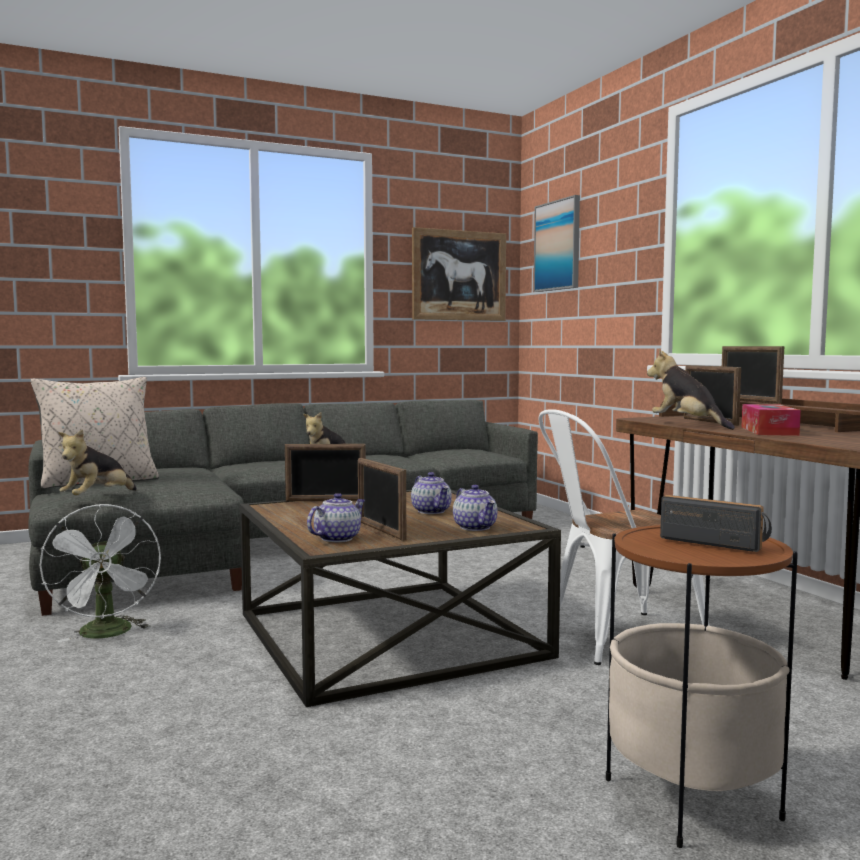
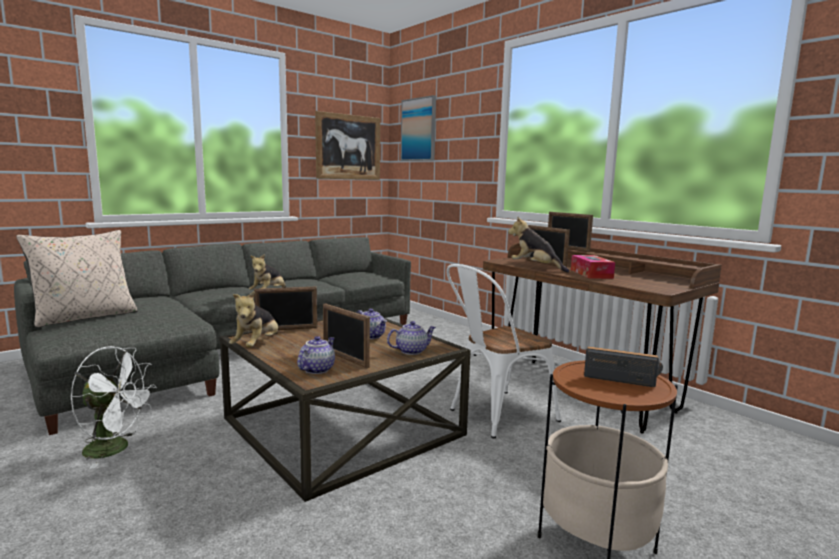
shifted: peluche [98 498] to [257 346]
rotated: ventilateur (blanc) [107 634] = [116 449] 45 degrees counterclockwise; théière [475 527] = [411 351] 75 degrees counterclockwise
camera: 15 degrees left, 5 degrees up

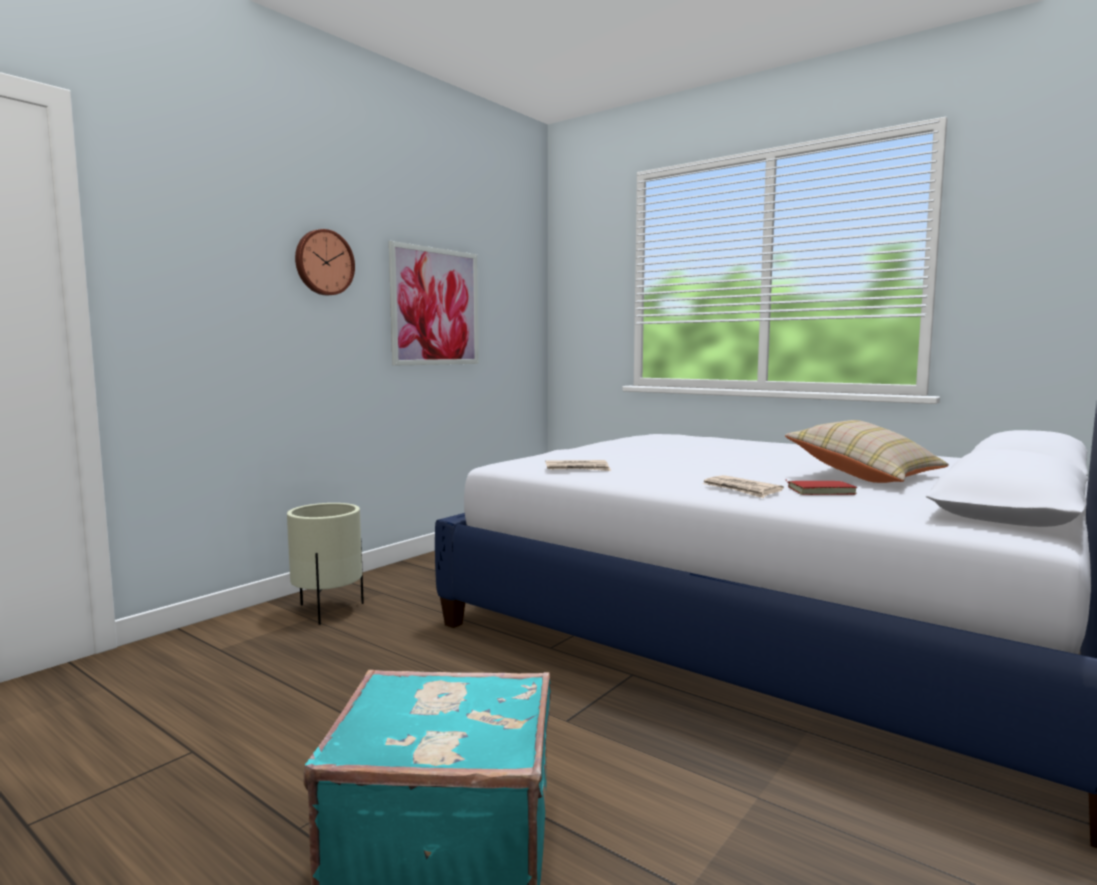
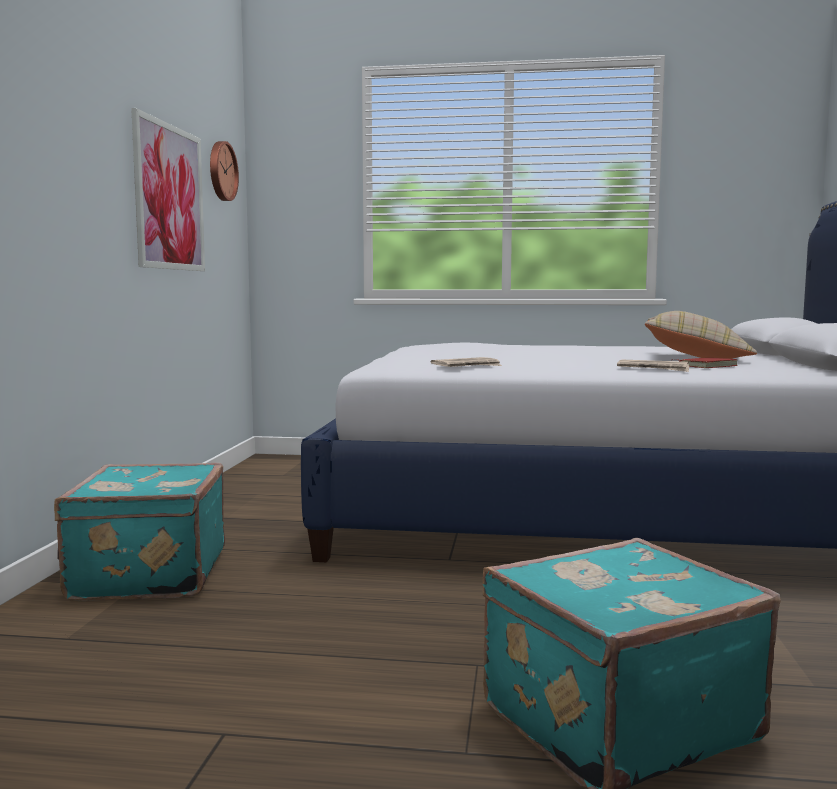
shifted: horloge murale [323 262] to [221 171]
swapped: cache-pot (beige) [328 610] to valise (turquoise) [146 575]
camera: 30 degrees left, 0 degrees up

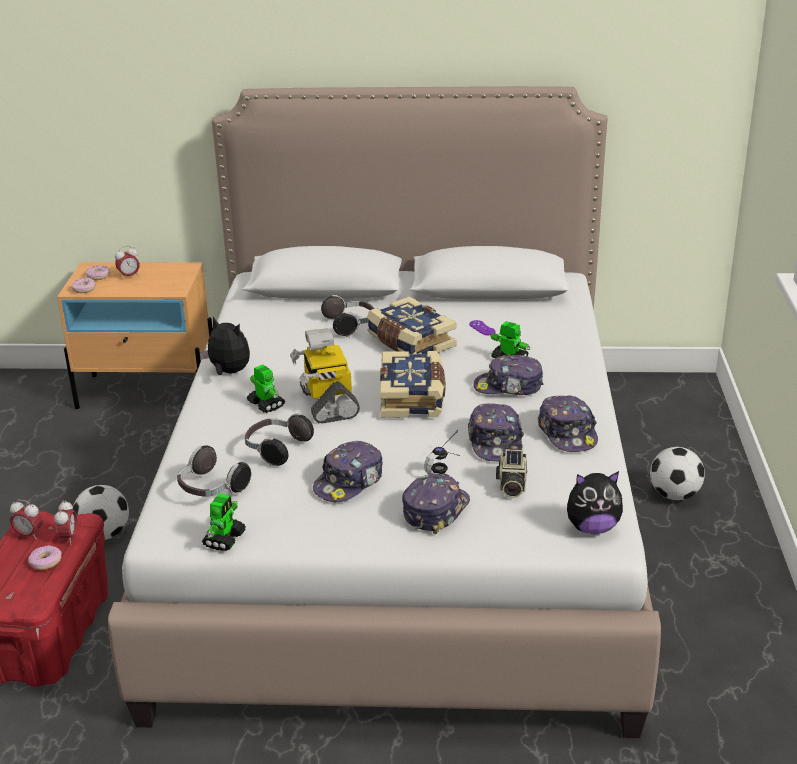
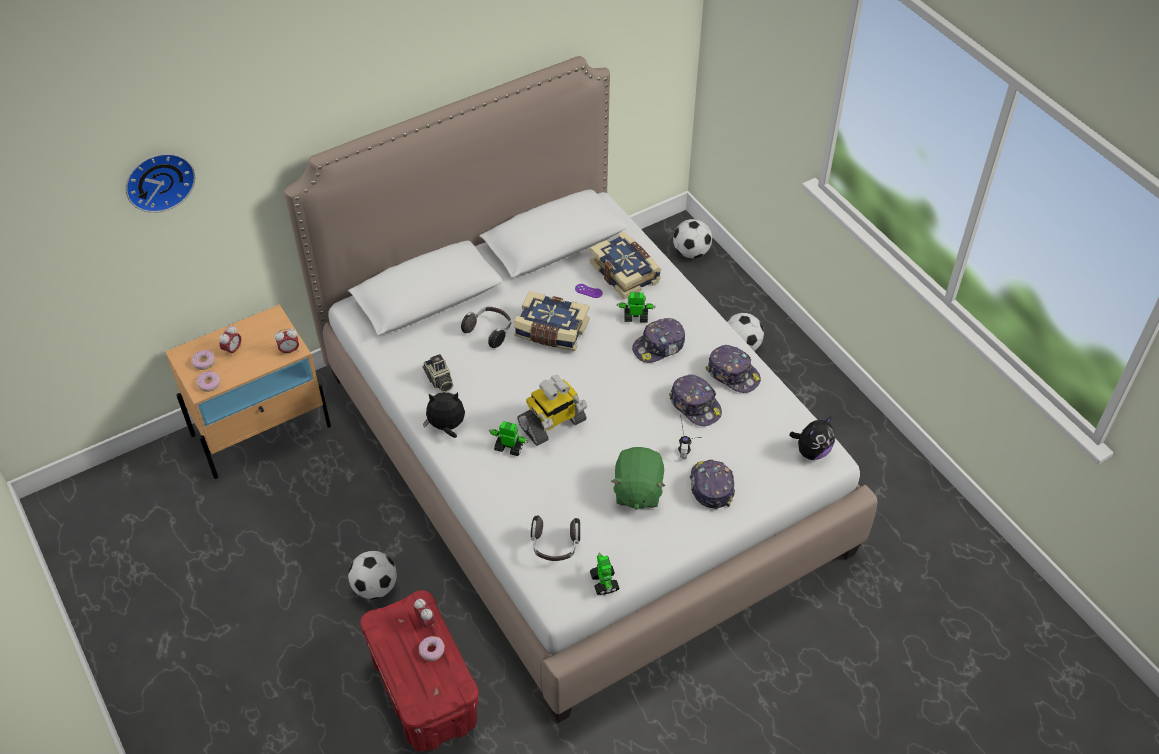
gone: casque audio [276 449]
new: horloge murale [158 179]; ballon de foot [691 252]
shifted: réveil [29 535] to [289 350]; livre [413 398] to [626 272]; appareil photo [511 485] to [439 381]
swapped: casquette [349 482] to peluche (vert) [637 491]
rotated: robot jouet [327 403] = [552 424] 75 degrees counterclockwise
camera: 35 degrees left, 20 degrees up

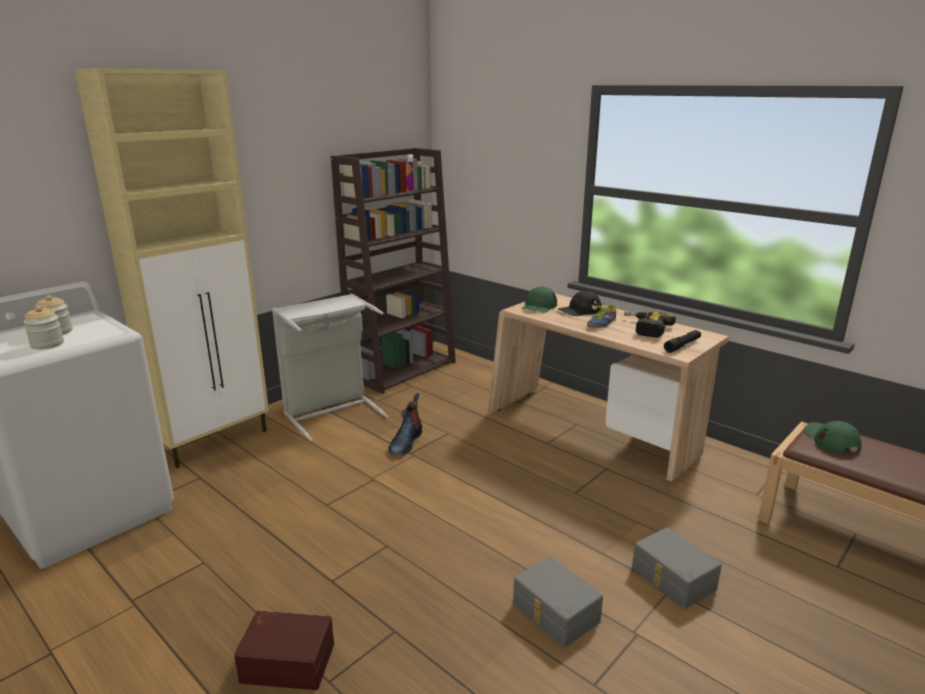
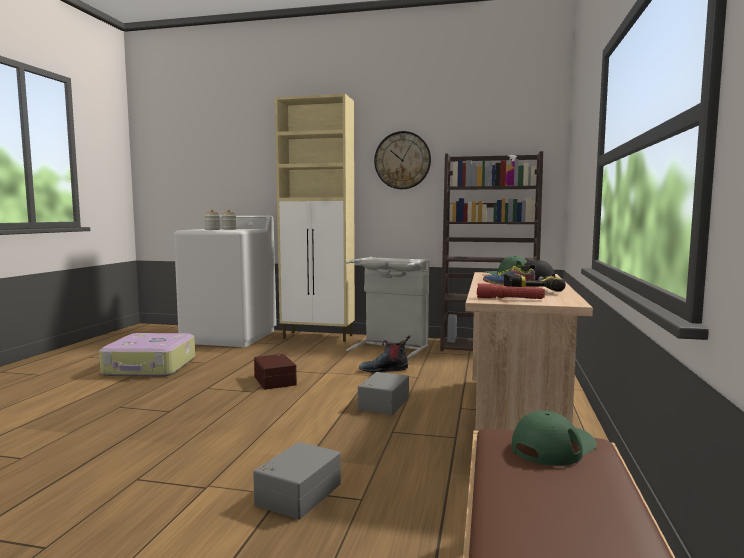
new: valise [150 367]; horloge murale [402 160]
shifted: boîte de rangement (marron) [288 660] to [276 380]; boîte de rangement (gris) [554 613] to [382 403]
repainted: lampe de poche (noir) [682 345] to lampe de poche (rouge) [510 299]
camera: 60 degrees right, 15 degrees down

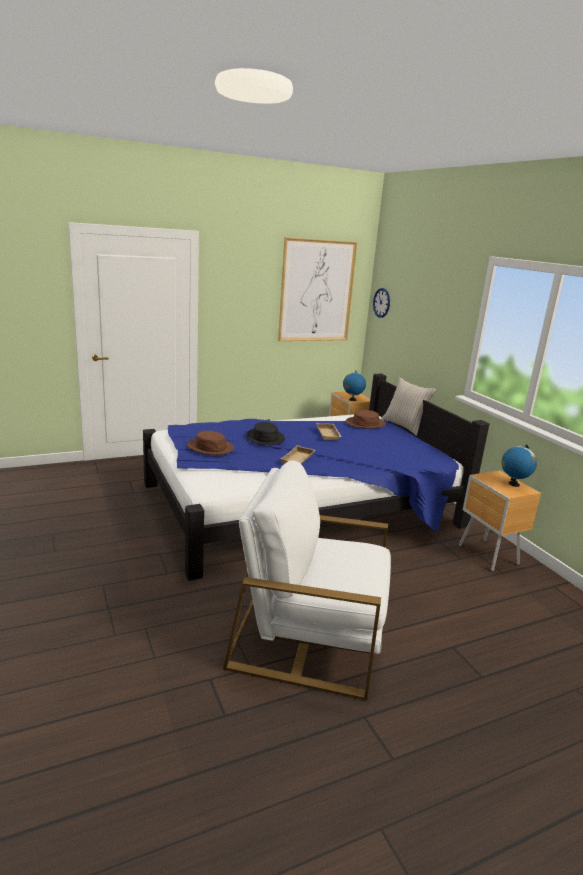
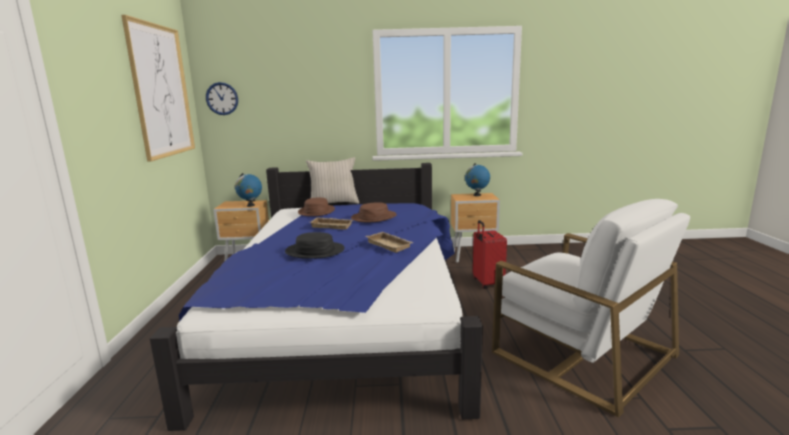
new: valise (rouge) [487 283]
shifted: chapeau (marron) [210 447] to [373 217]
rotated: fauteuil (blanc) [309 634] = [581 353] 75 degrees counterclockwise
camera: 65 degrees left, 5 degrees down

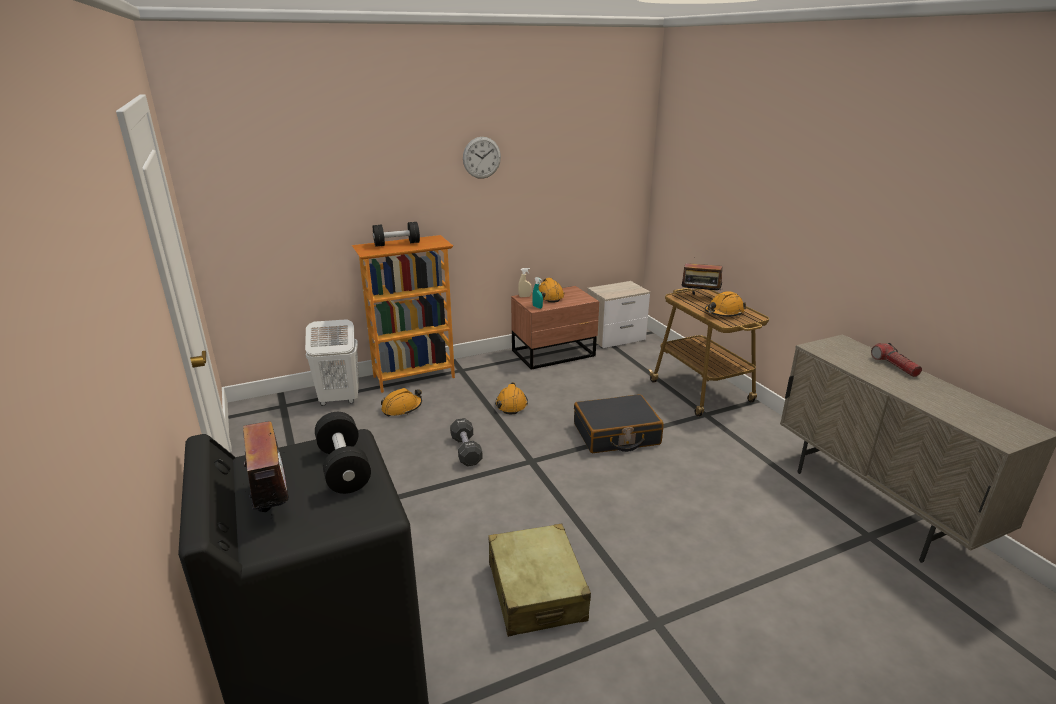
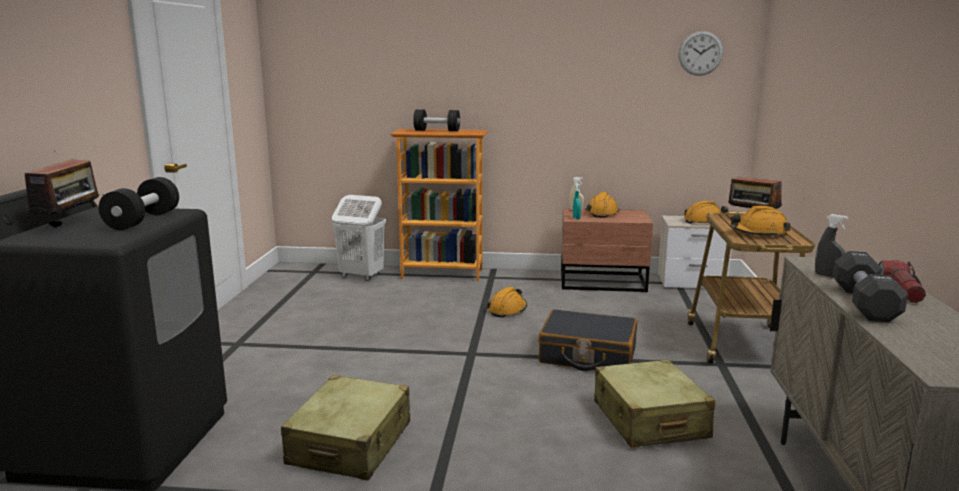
new: valise (beige) [649 420]; vaporisateur (gris) [827 276]
shifted: casque de chantier (orange) [402 408] to [705 221]; haltère (noir) [466 450] to [864 303]; horloge murale [481 157] to [700 53]
camera: 30 degrees right, 10 degrees down

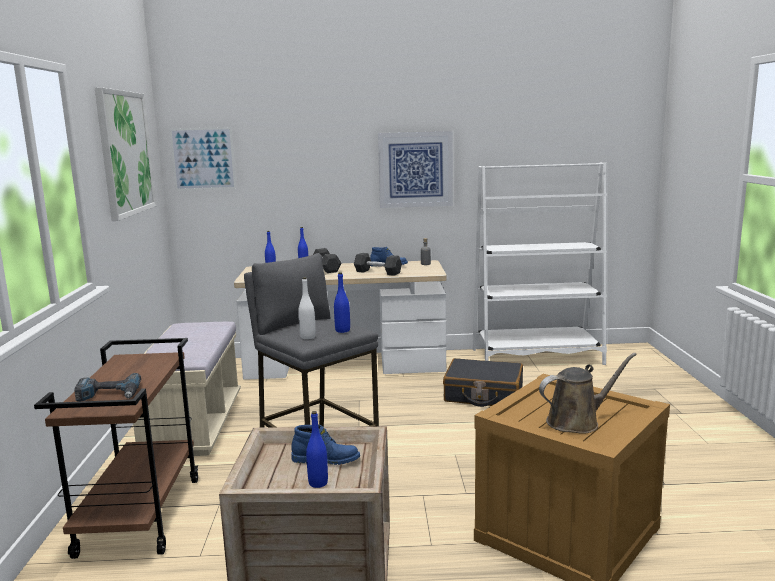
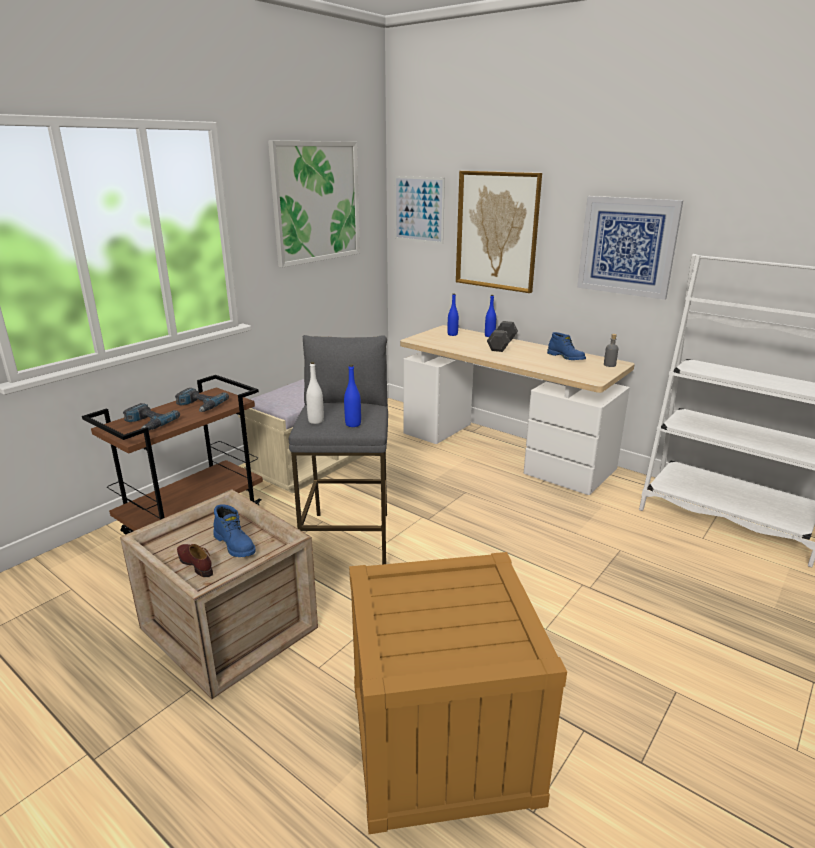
gone: haltère (gris) [377 272]; valise (noir) [483 395]; arrosoir (marron) [577 422]
new: perceuse [199 405]; tableau [497 231]
swapped: bouteille (bleu) [318 483] to chaussure (marron) [195 563]
camera: 40 degrees right, 10 degrees up

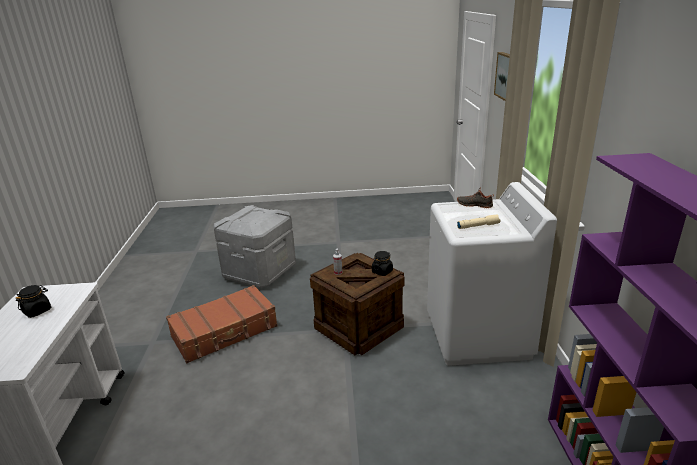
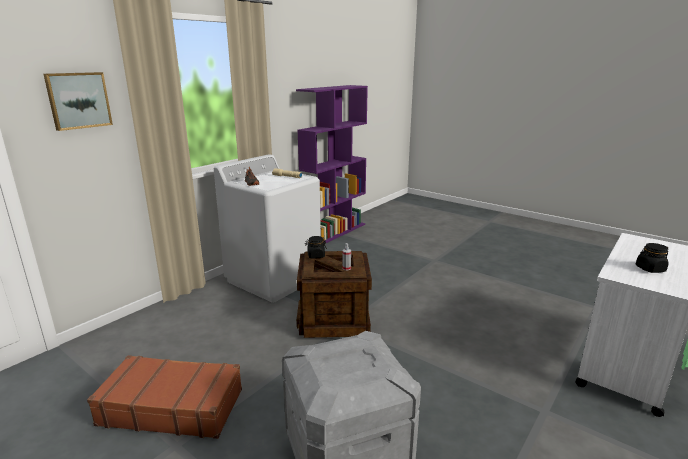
shifted: valise (marron) [225 332] to [172 406]
camera: 140 degrees left, 5 degrees down

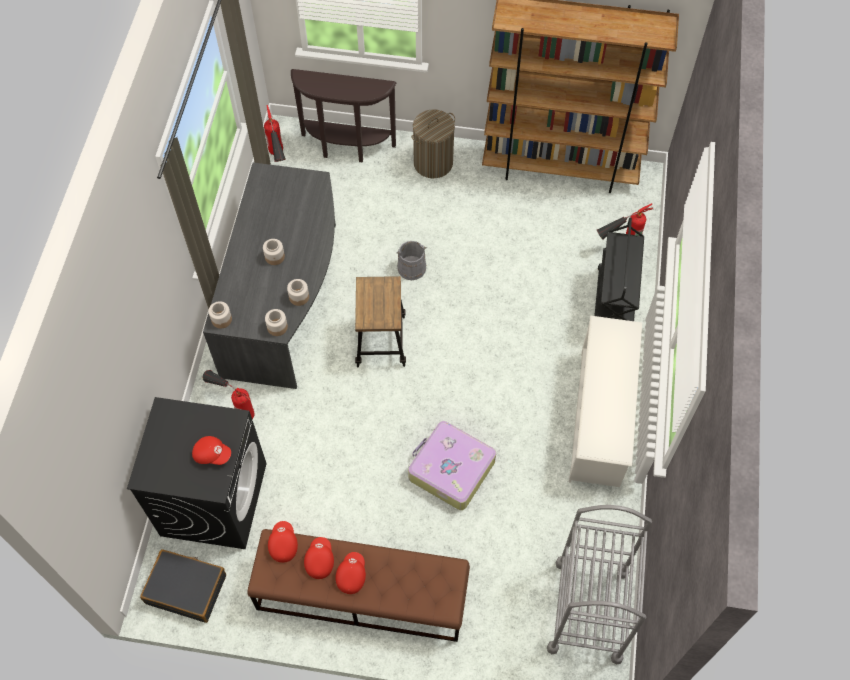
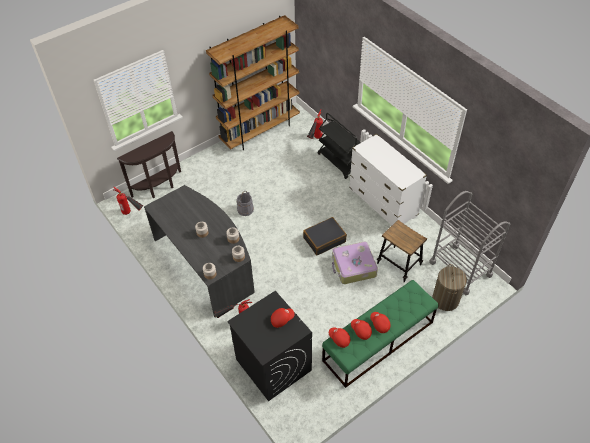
shifted: valise (noir) [186 588] to [324 239]; tabouret [381 342] to [399 264]; panier à linge [433 163] to [445 299]
swapped: étagère à chaussures (blanc) [600 418] to commode (blanc) [383 203]
repainted: banc (marron) [361 595] to banc (vert) [378 341]
camera: 45 degrees left, 10 degrees down

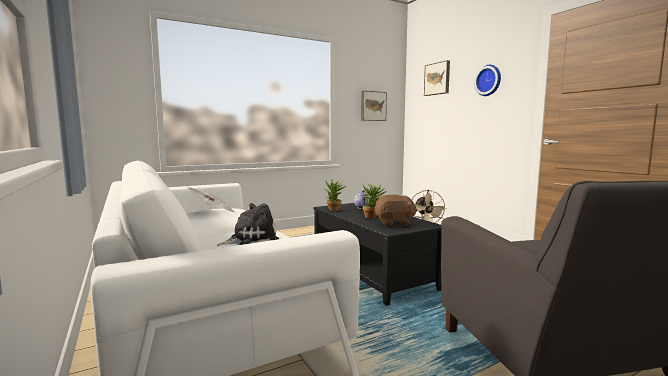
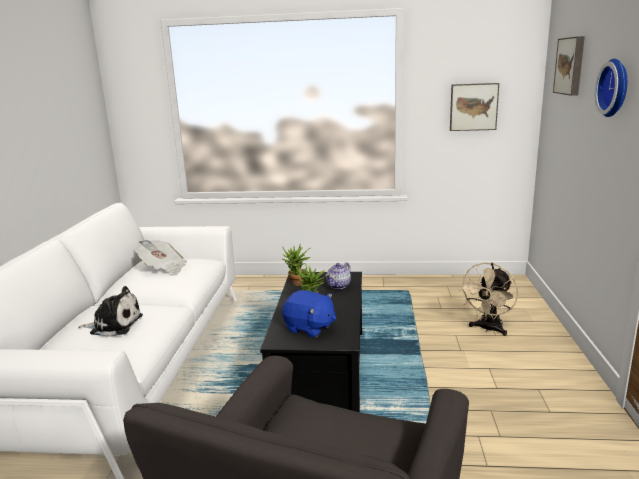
repainted: peluche (marron) [394 223] to peluche (bleu) [309 328]
camera: 35 degrees right, 10 degrees up

